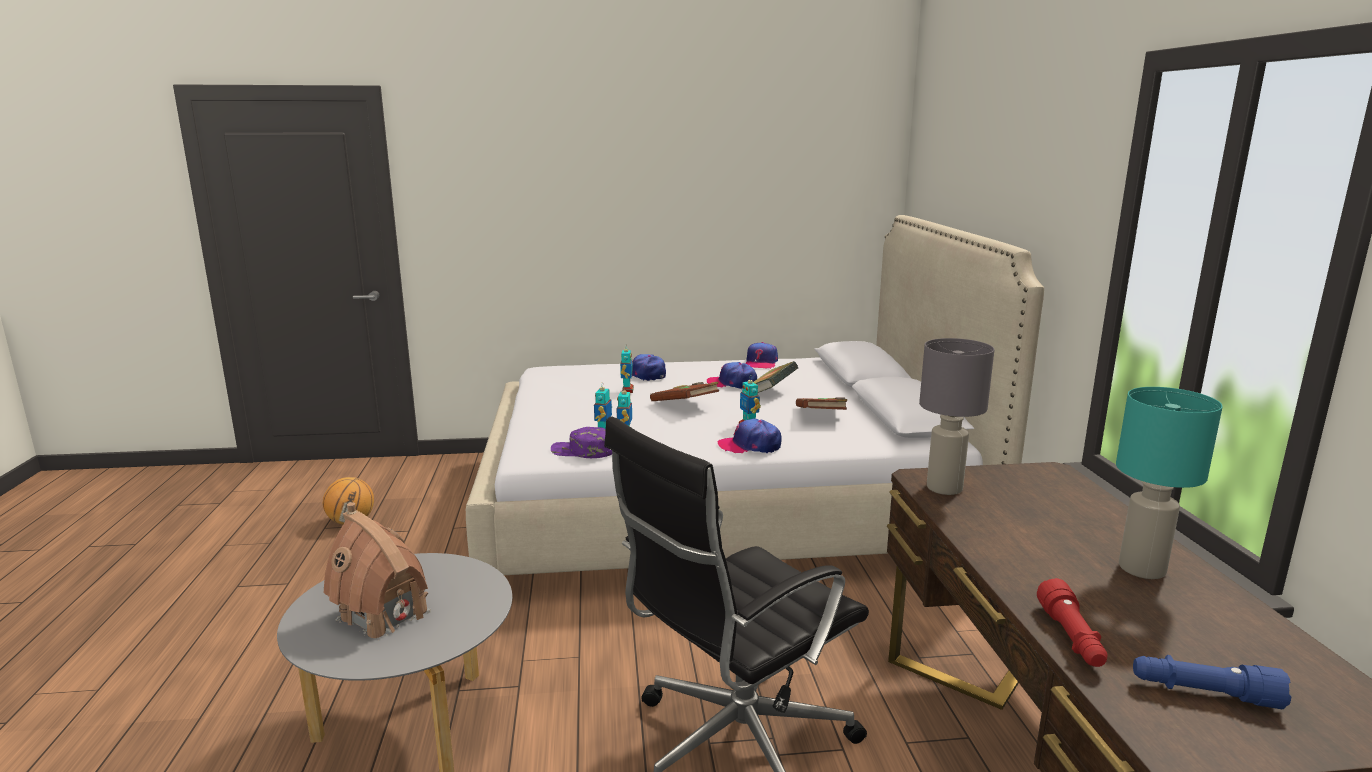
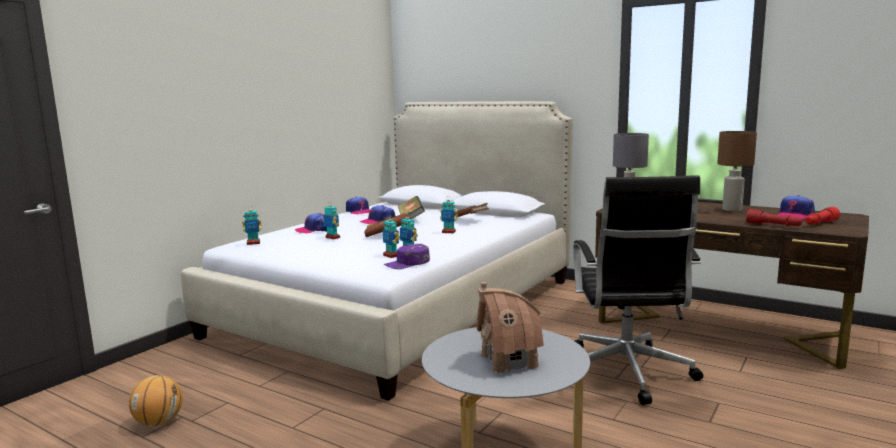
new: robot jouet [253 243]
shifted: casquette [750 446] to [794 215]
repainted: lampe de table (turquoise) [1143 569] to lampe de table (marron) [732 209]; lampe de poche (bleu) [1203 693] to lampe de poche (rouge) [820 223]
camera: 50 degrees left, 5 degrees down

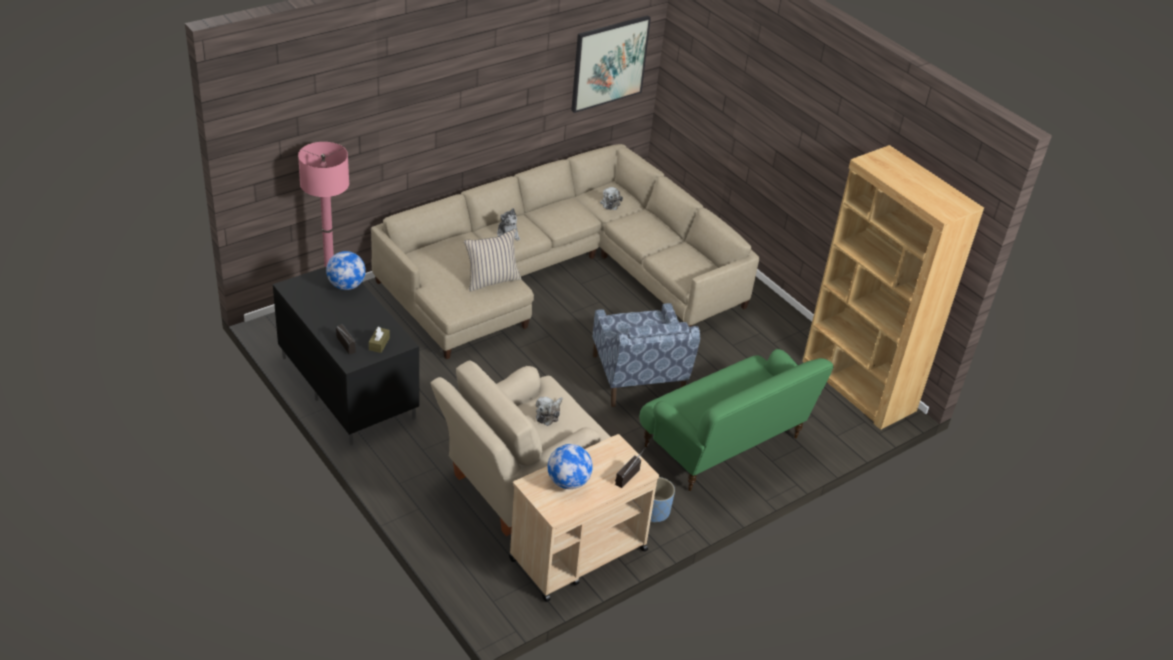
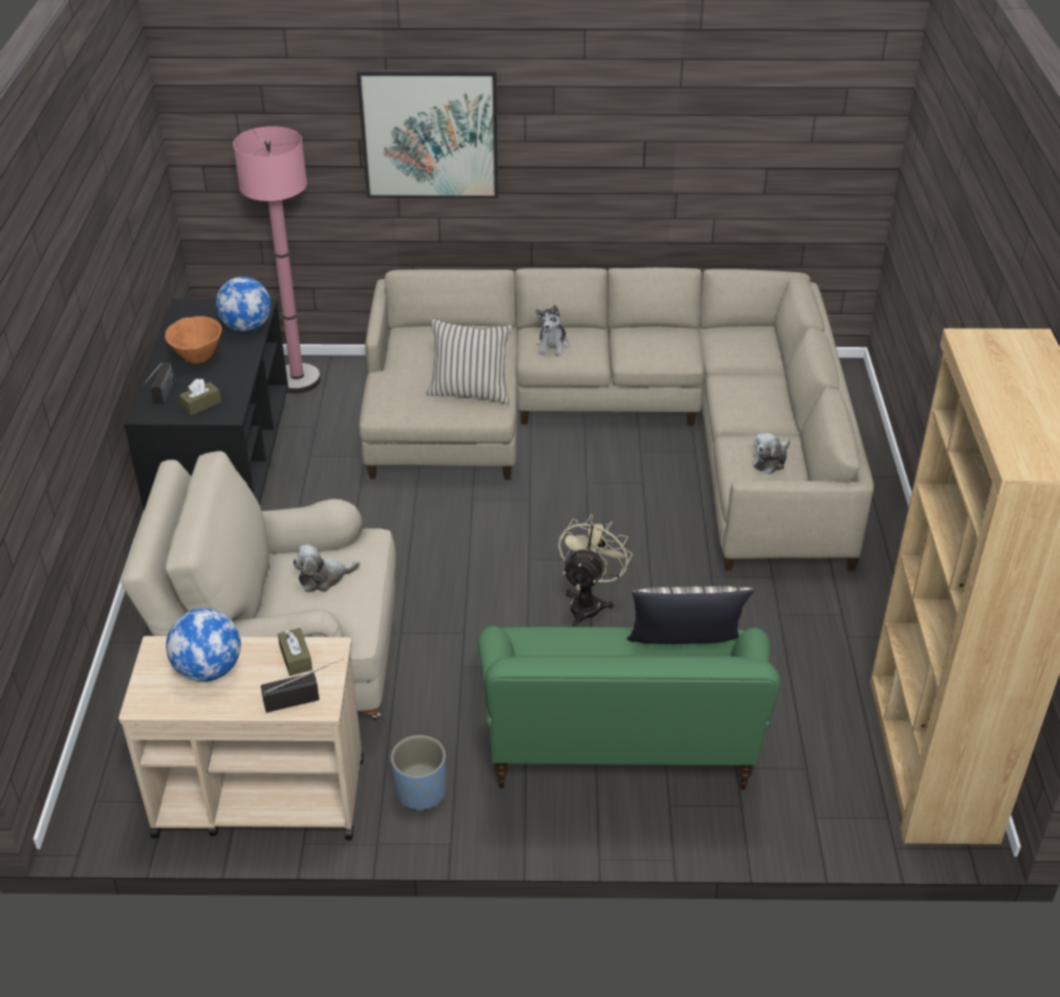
new: bol (orange) [198 358]; boîte à mouchoirs (marron) [296 658]; coussin [683 652]
shifted: tableau [609 63] to [429 134]; peluche [610 203] to [770 460]
swapped: fauteuil (bleu) [638 379] to ventilateur (beige) [588 603]
camera: 40 degrees right, 0 degrees up

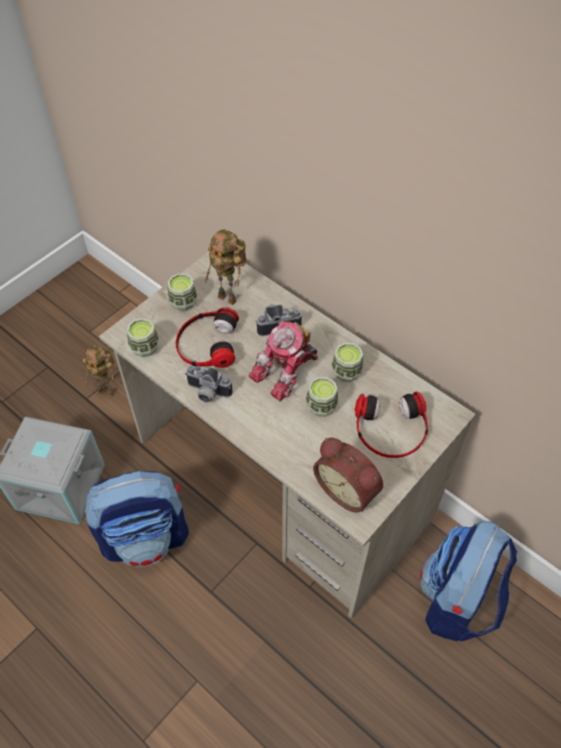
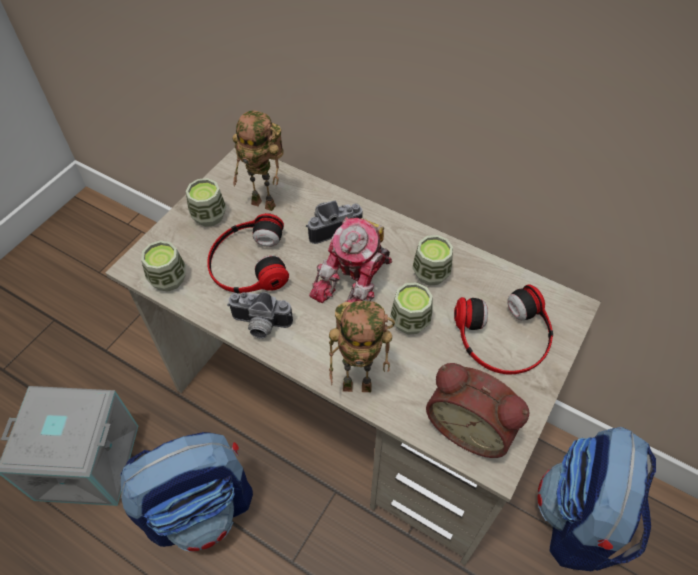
shifted: robot jouet [108 392] to [359 384]
camera: 10 degrees left, 0 degrees up

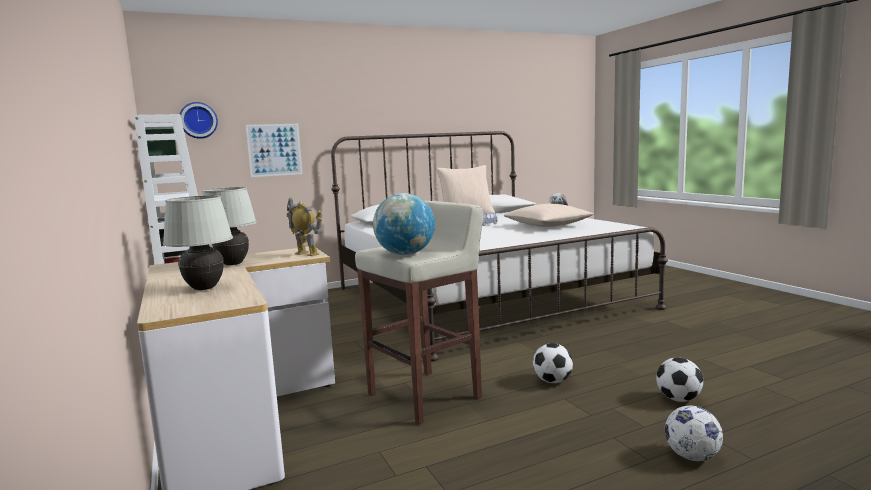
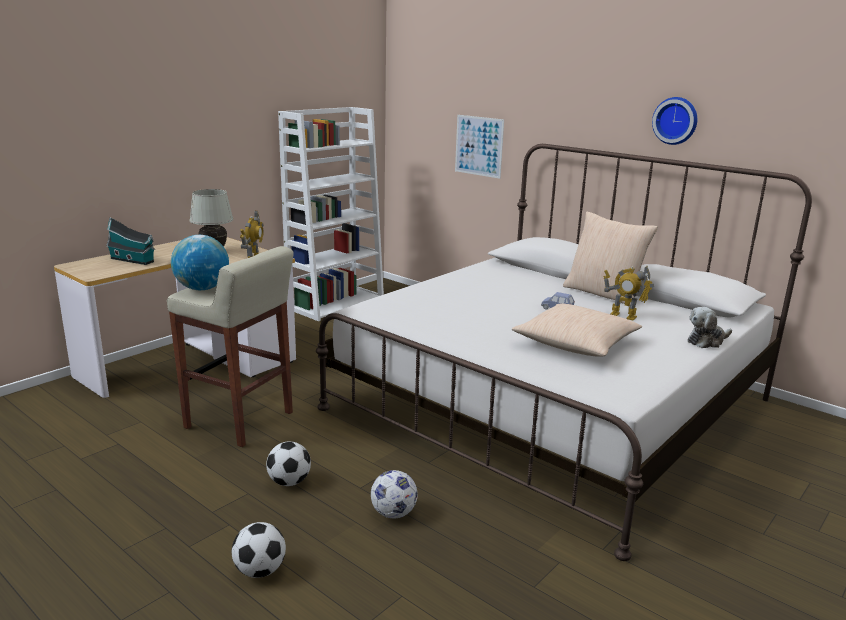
new: robot jouet [623 316]
shifted: horloge murale [198 120] to [676 120]; ballon de foot [692 457] to [393 513]
swapped: lampe de table (blanc) [204 289] to maison miniature [133 260]
camera: 65 degrees right, 10 degrees up

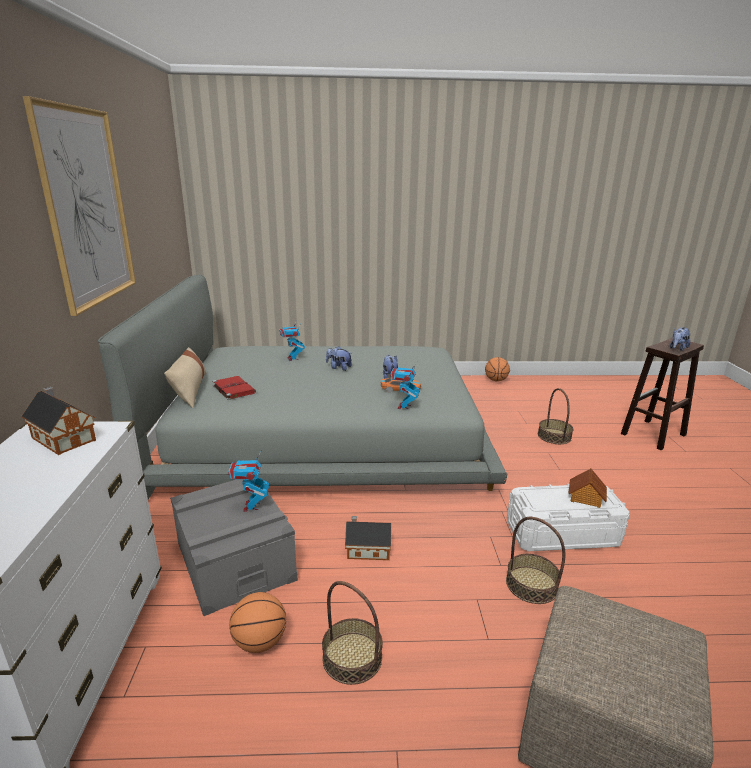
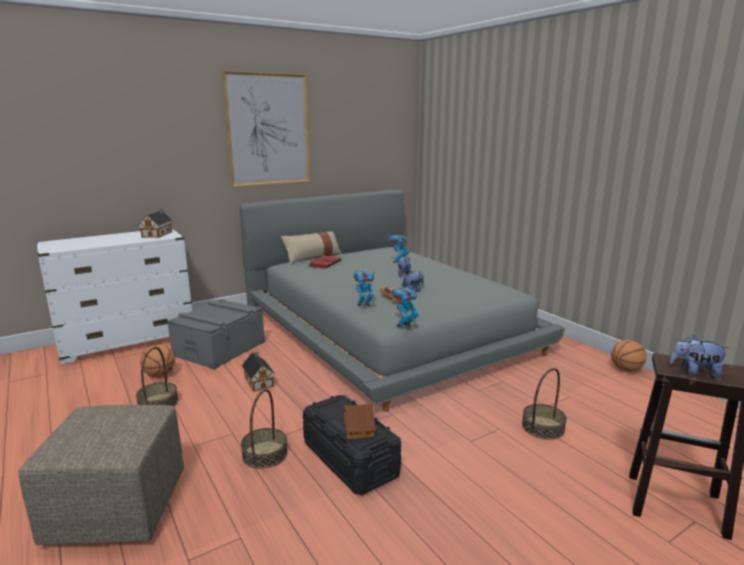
shifted: robot jouet [251 506] to [404 326]
repainted: boîte de rangement (blanc) [562 534] to boîte de rangement (noir) [350 459]
camera: 60 degrees right, 5 degrees down

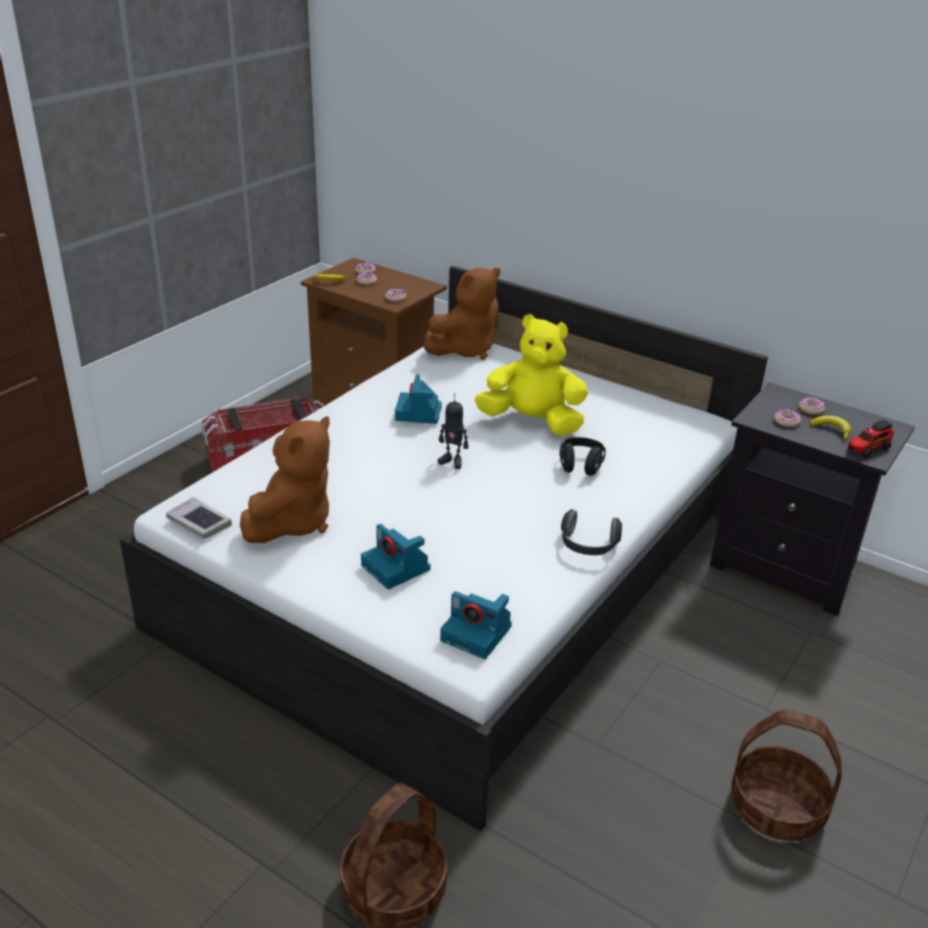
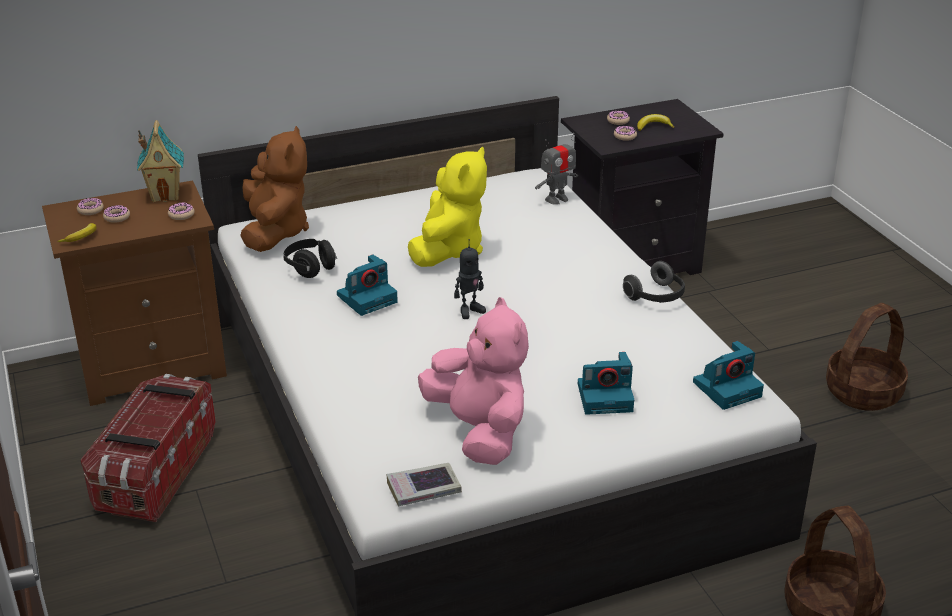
gone: camion jouet [867 449]
new: maison miniature [166 195]; robot jouet [556 199]
shifted: casque audio (noir) [580 466] to [310 268]
repainted: peluche (marron) [292 522] to peluche (rose) [479 431]
rotated: appareil photo [418 413] = [368 298] 75 degrees counterclockwise; peluche (jaune) [532 422] = [448 249] 150 degrees clockwise
camera: 55 degrees left, 0 degrees up

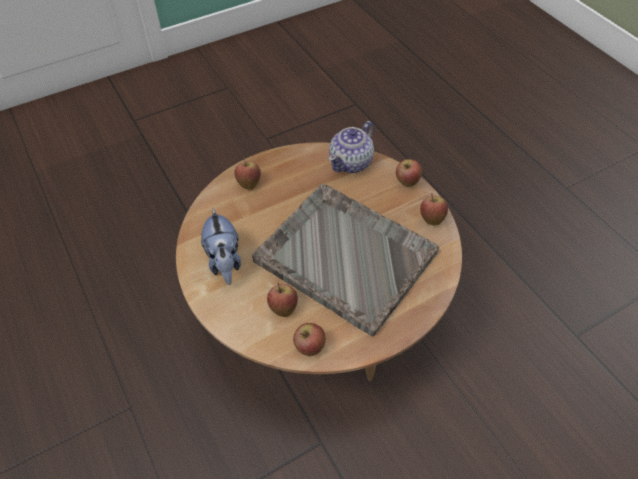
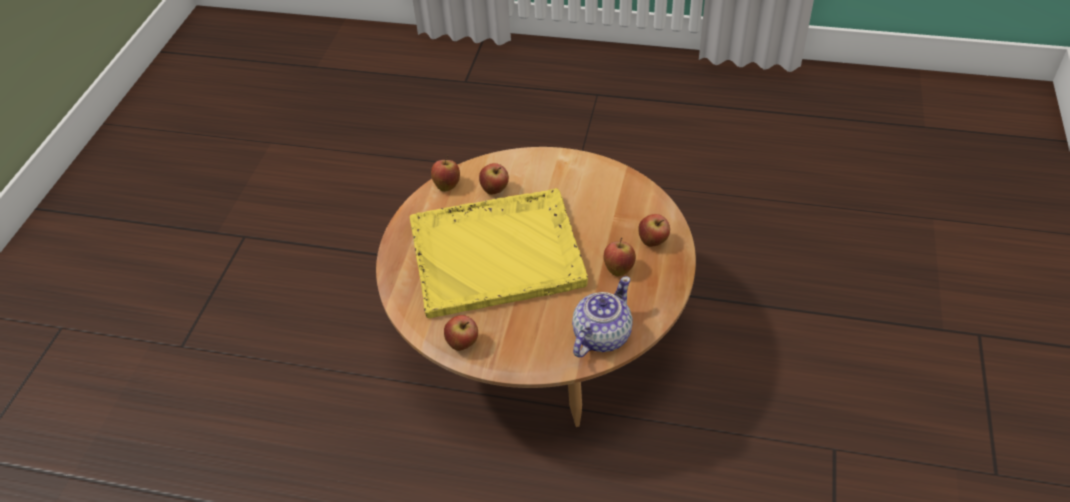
gone: peluche [224 262]
shifted: pomme [407 182] to [618 268]
repainted: plateau (gris) [344 256] to plateau (jaune) [498 254]
rotated: théière [351 162] = [601 336] 45 degrees clockwise
camera: 135 degrees right, 5 degrees down

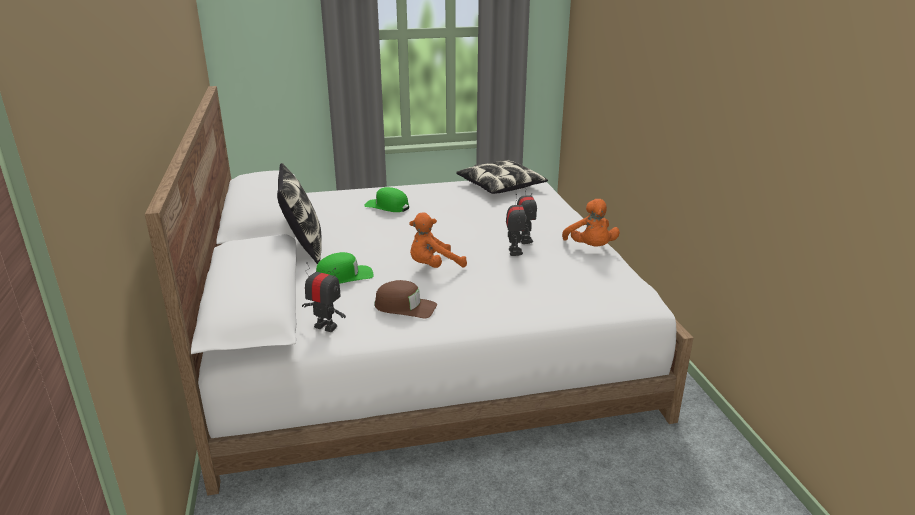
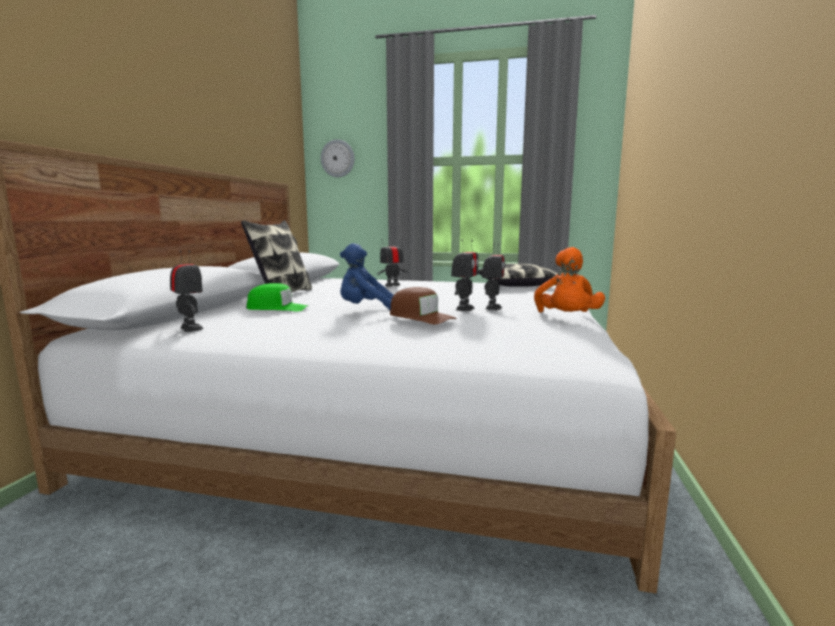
new: horloge murale [338 158]
shifted: casquette (marron) [405 307] to [421 317]
swapped: casquette (vert) [387 206] to robot jouet [392 285]
repainted: peluche (orange) [433 266] to peluche (bleu) [367 311]
camera: 25 degrees right, 15 degrees down

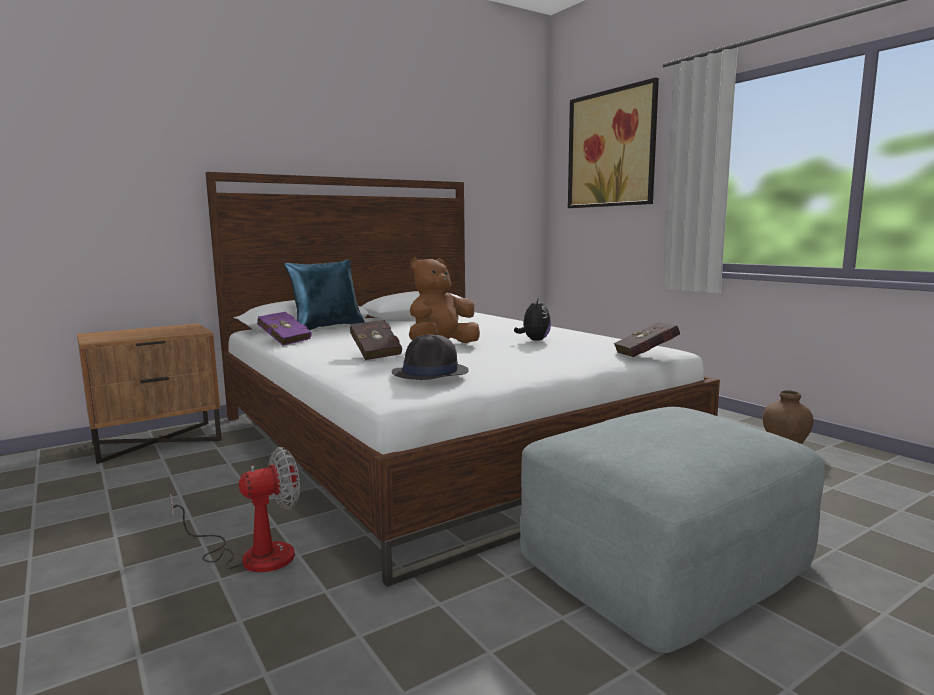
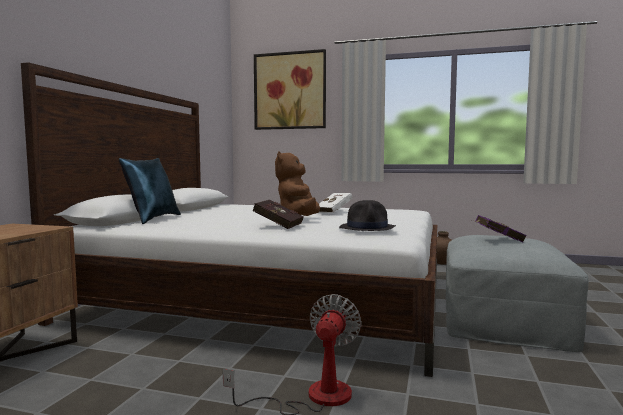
gone: livre (rouge) [648 354]
shifted: livre (violet) [284 340] to [497 240]
swapped: peluche [534 340] to livre (blanc) [335 212]
camera: 40 degrees left, 5 degrees down

